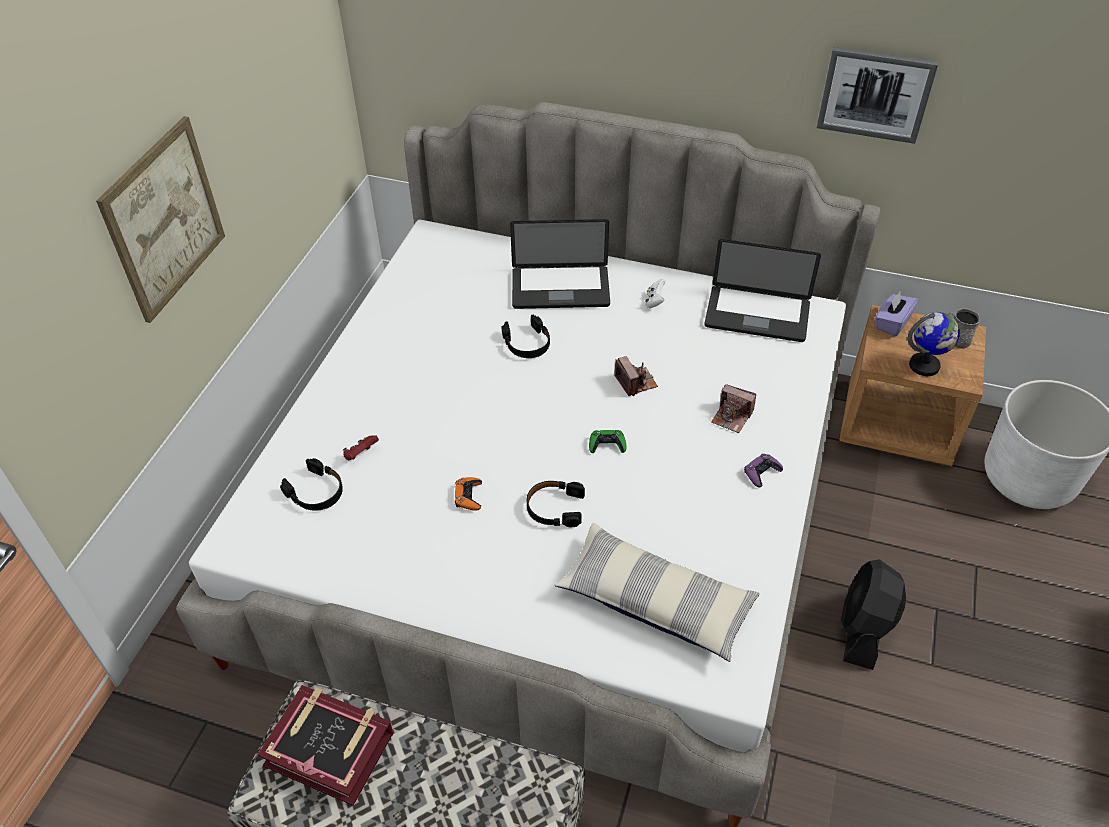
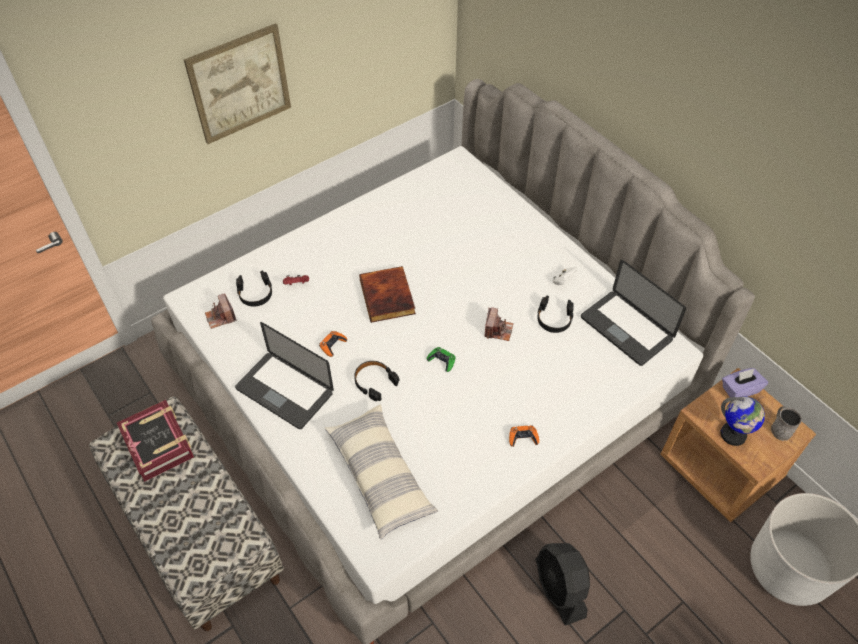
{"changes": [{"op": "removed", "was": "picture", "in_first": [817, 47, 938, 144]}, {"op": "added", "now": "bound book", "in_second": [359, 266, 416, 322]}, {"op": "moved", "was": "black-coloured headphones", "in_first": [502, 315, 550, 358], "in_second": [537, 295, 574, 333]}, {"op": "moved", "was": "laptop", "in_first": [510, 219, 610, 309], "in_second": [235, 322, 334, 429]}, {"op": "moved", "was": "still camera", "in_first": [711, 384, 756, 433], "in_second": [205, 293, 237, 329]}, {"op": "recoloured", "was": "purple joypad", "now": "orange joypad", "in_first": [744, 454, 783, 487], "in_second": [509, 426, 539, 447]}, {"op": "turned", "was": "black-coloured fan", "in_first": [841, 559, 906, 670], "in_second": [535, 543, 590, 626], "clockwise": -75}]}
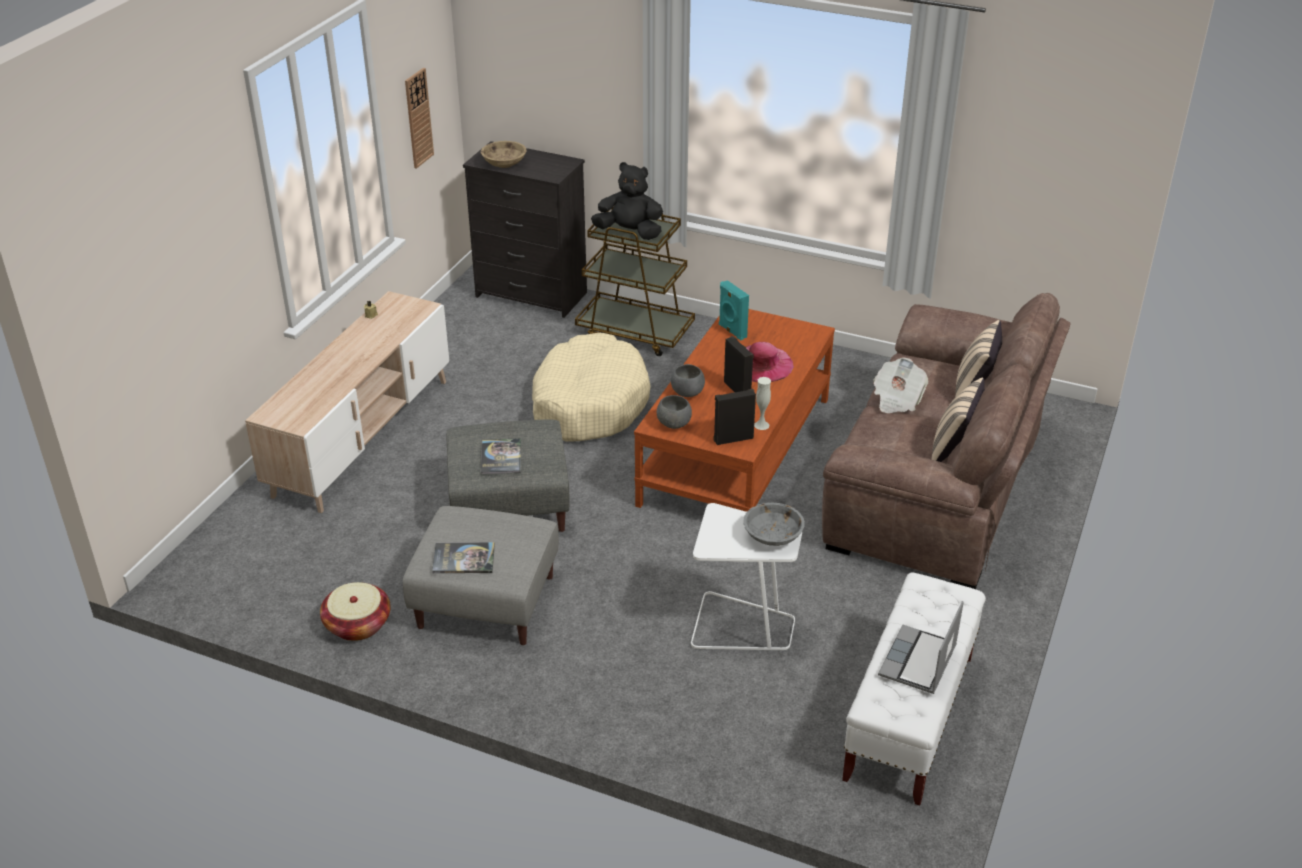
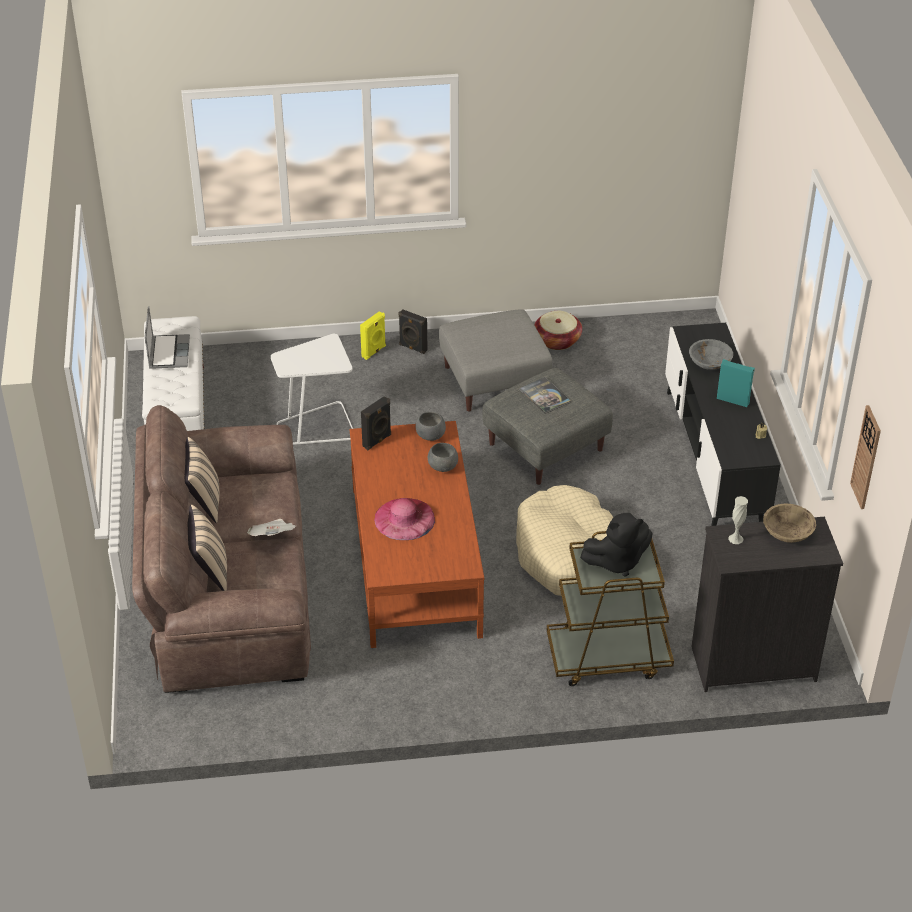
{"changes": [{"op": "removed", "was": "bound book", "in_first": [432, 542, 495, 573]}, {"op": "added", "now": "yellow-coloured loudspeaker", "in_second": [360, 311, 386, 360]}, {"op": "moved", "was": "blue-green loudspeaker", "in_first": [719, 280, 749, 340], "in_second": [717, 359, 755, 407]}, {"op": "moved", "was": "black-coloured loudspeaker", "in_first": [724, 336, 754, 392], "in_second": [399, 309, 427, 354]}, {"op": "moved", "was": "grey bowl", "in_first": [743, 503, 805, 546], "in_second": [689, 339, 733, 370]}, {"op": "moved", "was": "whitish vase", "in_first": [754, 377, 771, 430], "in_second": [728, 496, 748, 544]}, {"op": "recoloured", "was": "beige-coloured tv stand", "now": "black-coloured tv stand", "in_first": [245, 291, 449, 513], "in_second": [665, 323, 781, 526]}]}
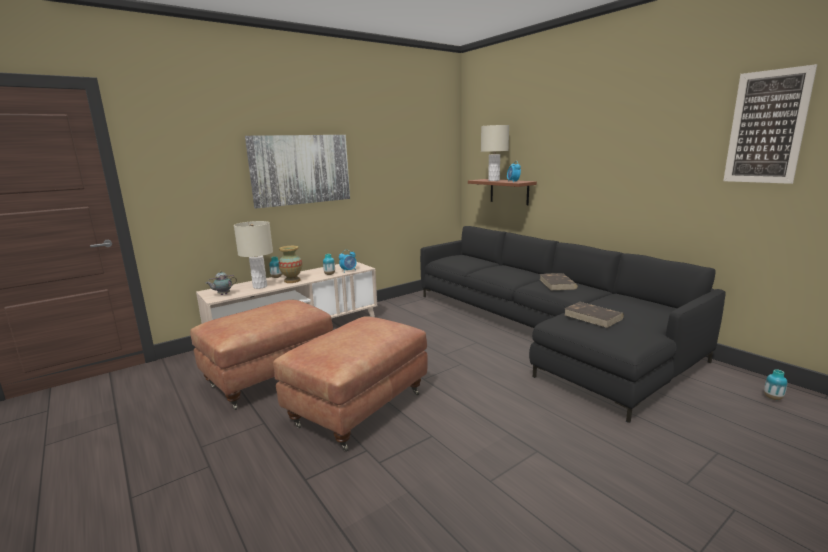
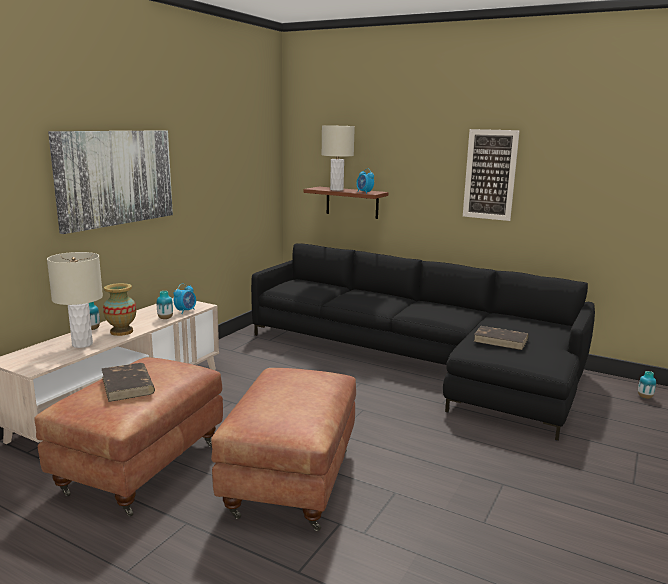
{"changes": [{"op": "removed", "was": "pot for tea", "in_first": [206, 271, 237, 295]}, {"op": "moved", "was": "brown-coloured bound book", "in_first": [539, 273, 578, 290], "in_second": [101, 363, 155, 402]}, {"op": "moved", "was": "picture", "in_first": [723, 64, 817, 184], "in_second": [463, 129, 520, 221]}]}
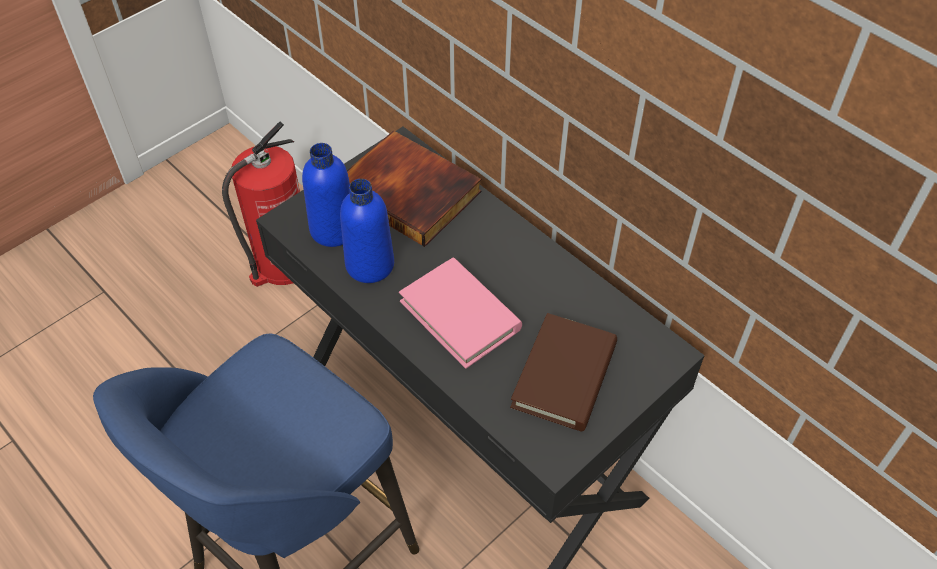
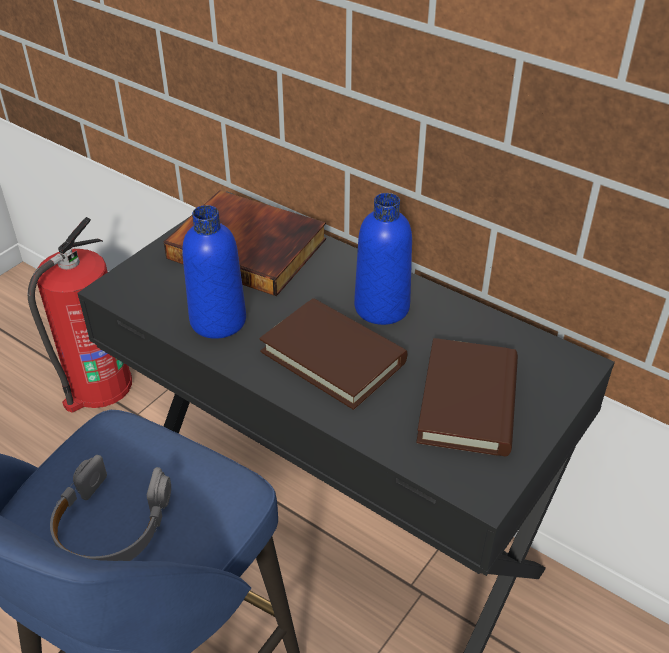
{"changes": [{"op": "added", "now": "grey headphones", "in_second": [50, 455, 171, 561]}, {"op": "moved", "was": "bluish drink bottle", "in_first": [302, 143, 350, 247], "in_second": [354, 193, 412, 325]}, {"op": "recoloured", "was": "pink-coloured bound book", "now": "brown-coloured bound book", "in_first": [399, 257, 522, 369], "in_second": [259, 298, 407, 410]}]}
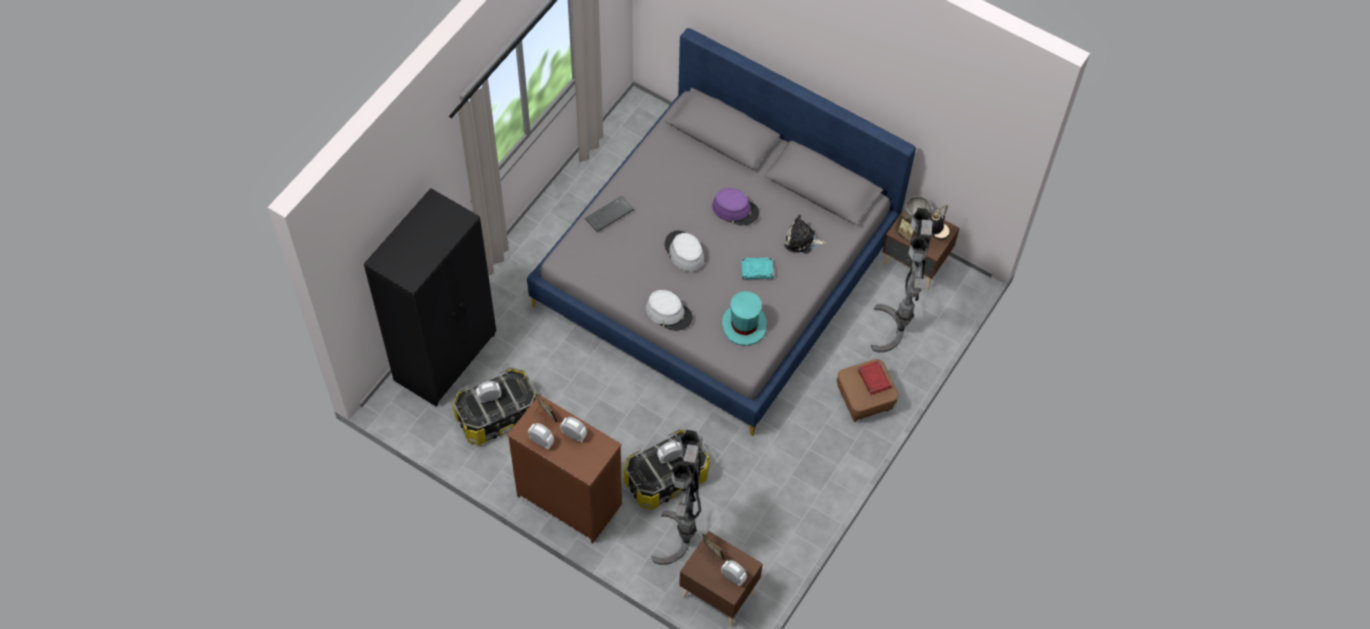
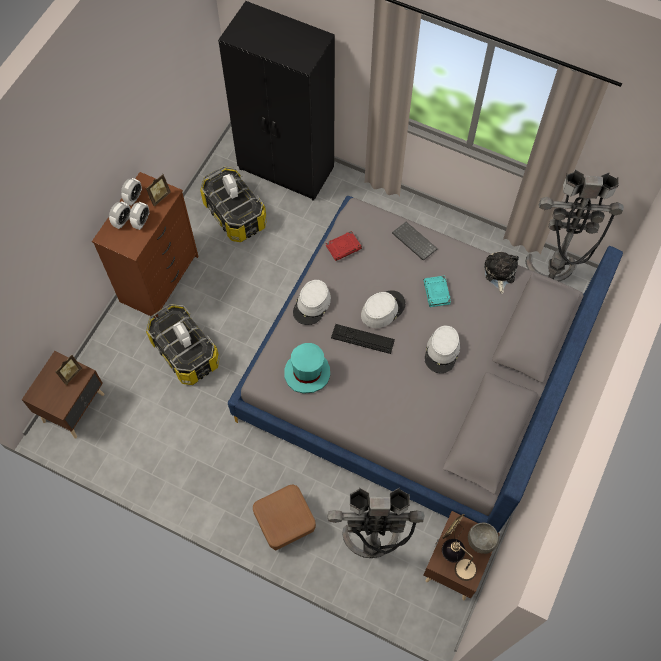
{"changes": [{"op": "added", "now": "keyboard", "in_second": [331, 324, 395, 354]}, {"op": "moved", "was": "grey standard lamp", "in_first": [651, 429, 703, 565], "in_second": [526, 169, 624, 281]}, {"op": "moved", "was": "table clock", "in_first": [721, 560, 747, 586], "in_second": [109, 201, 131, 229]}, {"op": "moved", "was": "blue-green bound book", "in_first": [741, 257, 773, 279], "in_second": [423, 276, 451, 307]}, {"op": "moved", "was": "soft toy", "in_first": [784, 215, 826, 254], "in_second": [484, 252, 519, 294]}, {"op": "moved", "was": "red-coloured bound book", "in_first": [858, 361, 891, 395], "in_second": [326, 231, 362, 261]}, {"op": "recoloured", "was": "purple clothing hat", "now": "grey clothing hat", "in_first": [712, 188, 759, 225], "in_second": [425, 326, 460, 373]}]}
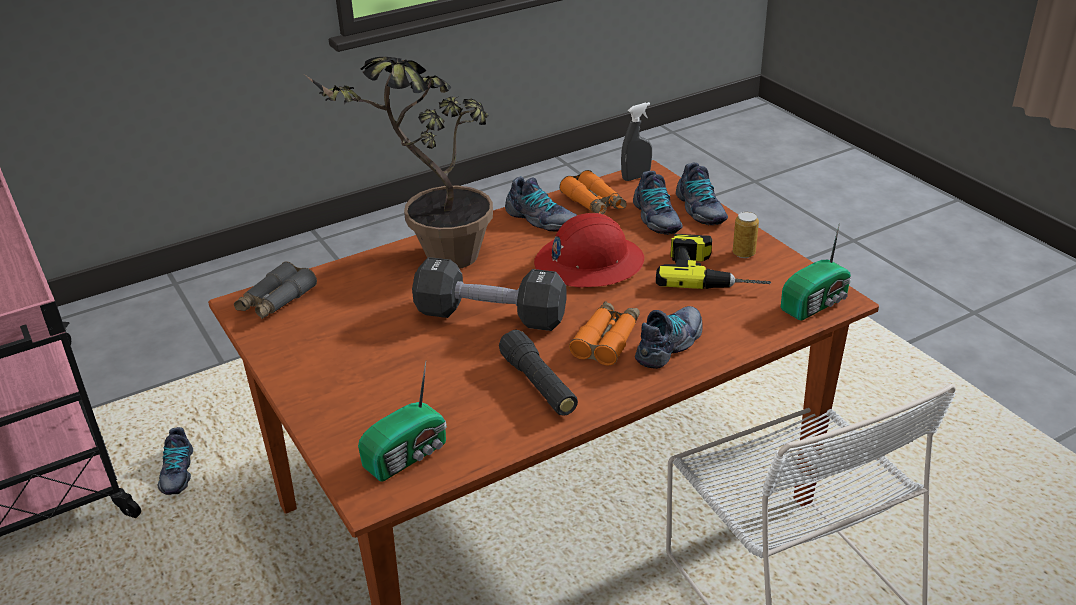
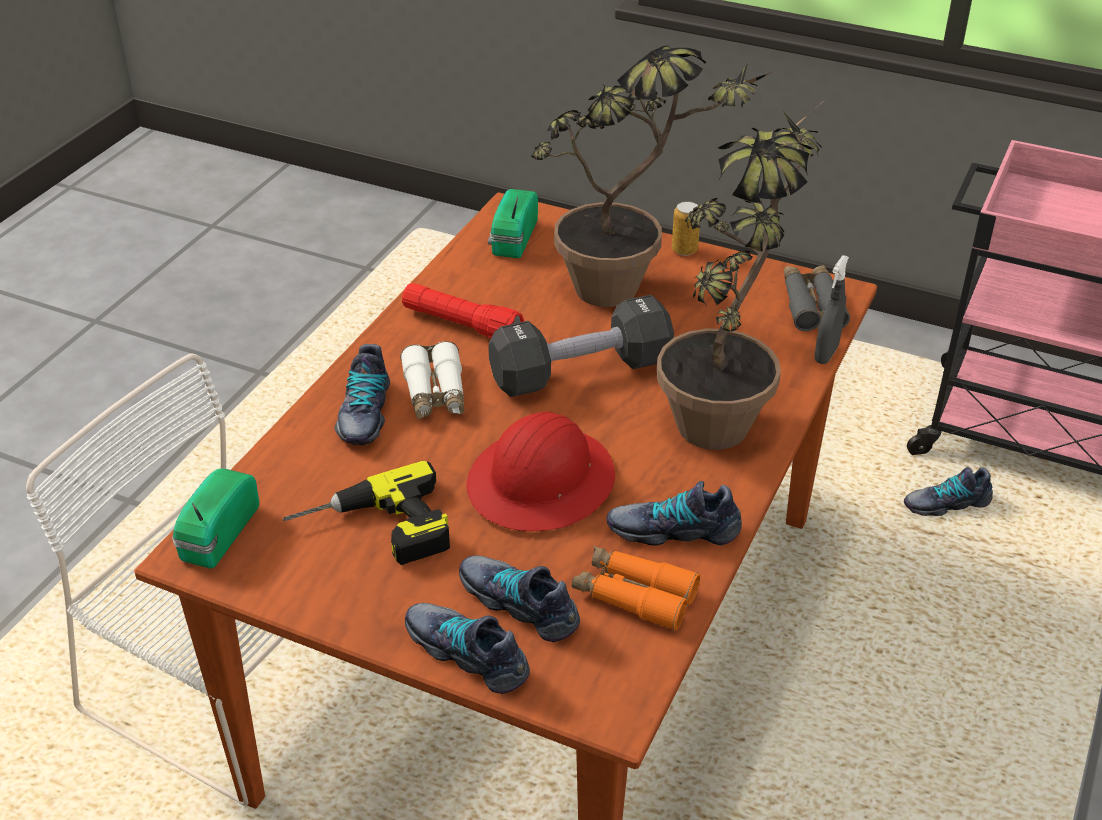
{"changes": [{"op": "added", "now": "houseplant", "in_second": [531, 45, 774, 307]}, {"op": "moved", "was": "grey sprayer", "in_first": [621, 102, 652, 181], "in_second": [814, 255, 849, 364]}, {"op": "moved", "was": "can", "in_first": [733, 212, 759, 258], "in_second": [672, 201, 701, 256]}, {"op": "recoloured", "was": "black-coloured hand torch", "now": "red-coloured hand torch", "in_first": [499, 329, 578, 416], "in_second": [402, 283, 524, 339]}, {"op": "recoloured", "was": "orange binoculars", "now": "whitish binoculars", "in_first": [569, 301, 640, 366], "in_second": [400, 341, 464, 419]}, {"op": "turned", "was": "item of footwear", "in_first": [157, 427, 193, 495], "in_second": [904, 467, 993, 516], "clockwise": -60}]}
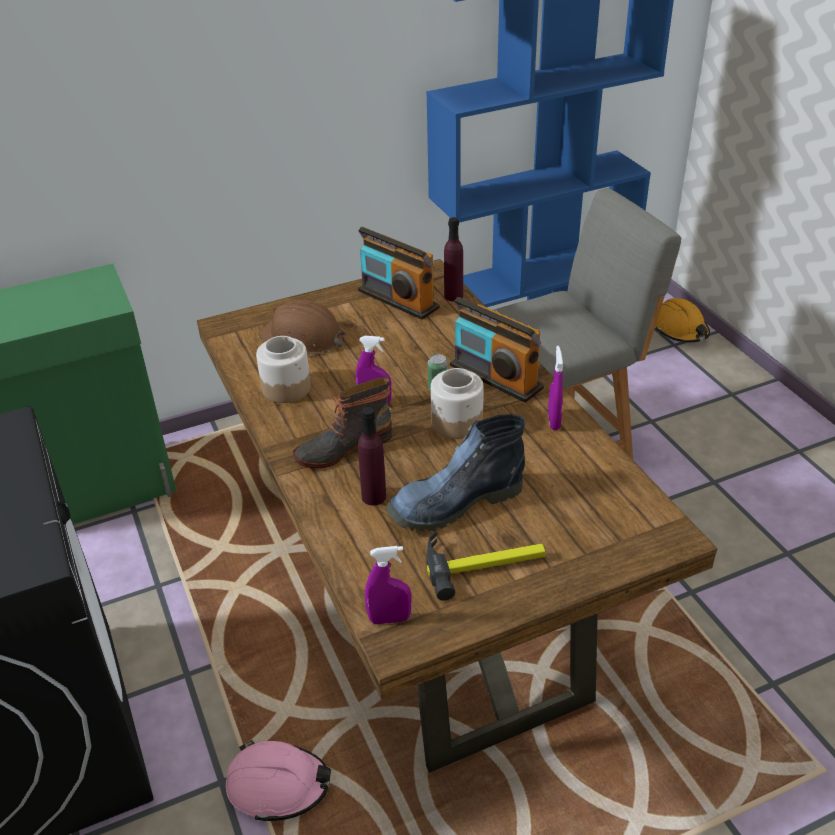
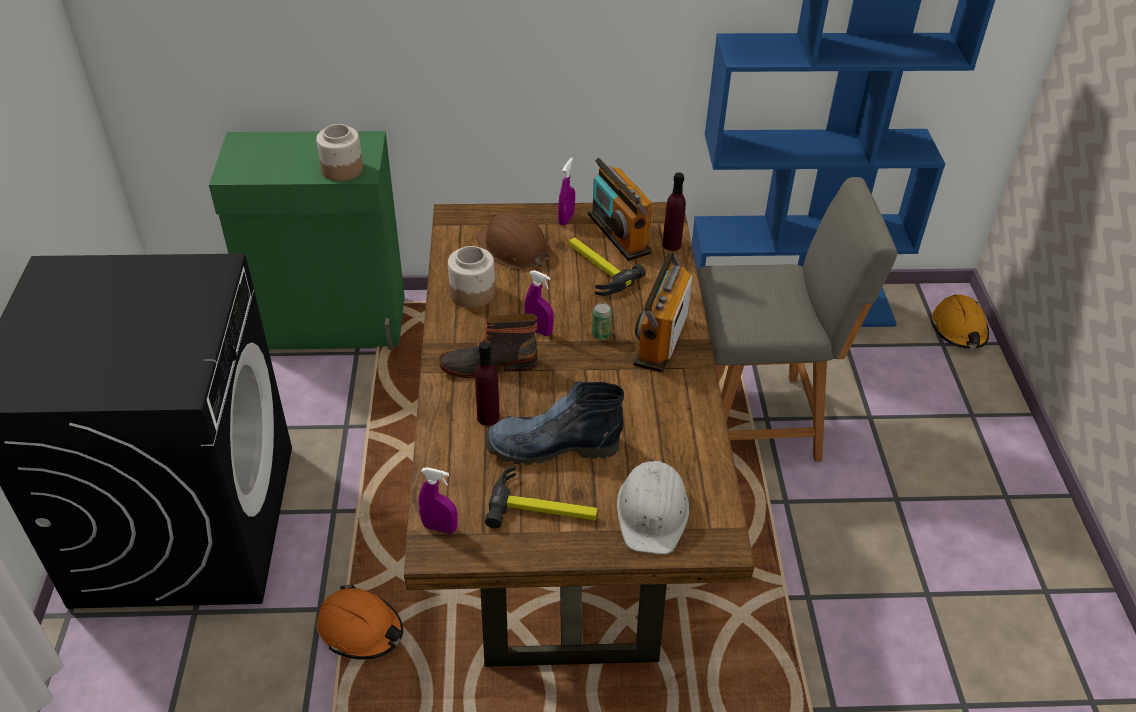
{"changes": [{"op": "added", "now": "tool hammer", "in_second": [569, 238, 646, 296]}, {"op": "added", "now": "whitish work helmet", "in_second": [617, 459, 690, 554]}, {"op": "moved", "was": "jar", "in_first": [431, 368, 484, 439], "in_second": [316, 124, 363, 181]}, {"op": "moved", "was": "purple sprayer", "in_first": [548, 346, 563, 430], "in_second": [558, 157, 575, 226]}, {"op": "recoloured", "was": "pink-coloured work helmet", "now": "orange work helmet", "in_first": [226, 740, 331, 822], "in_second": [317, 584, 403, 660]}, {"op": "turned", "was": "radio set", "in_first": [450, 297, 544, 403], "in_second": [633, 252, 692, 372], "clockwise": 45}]}
